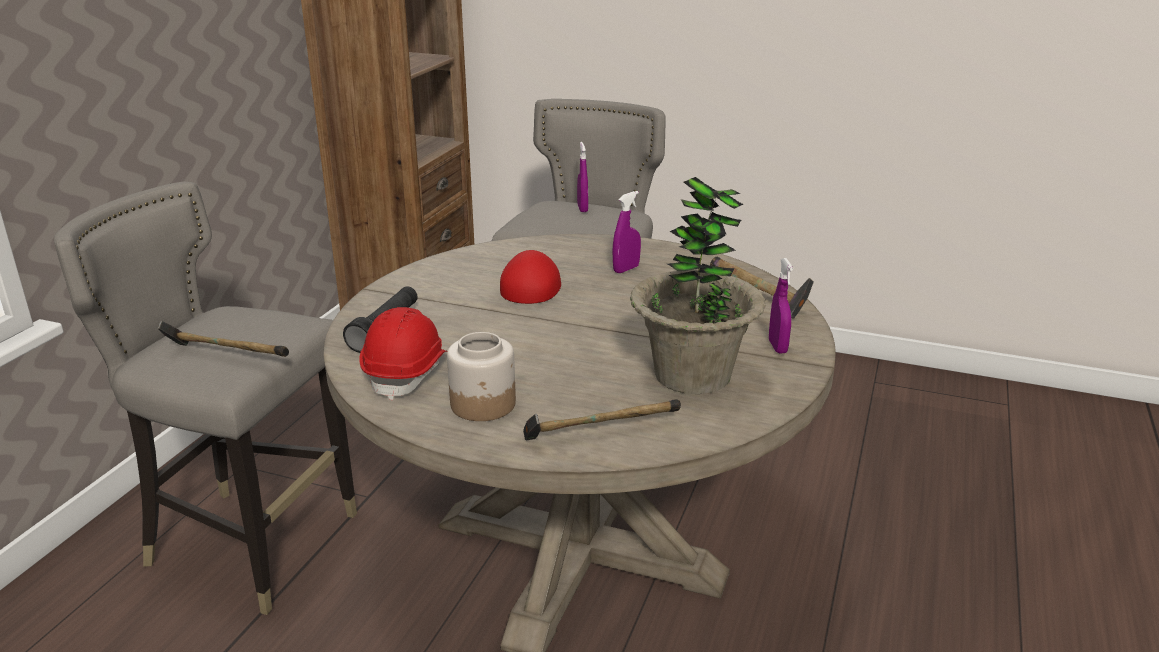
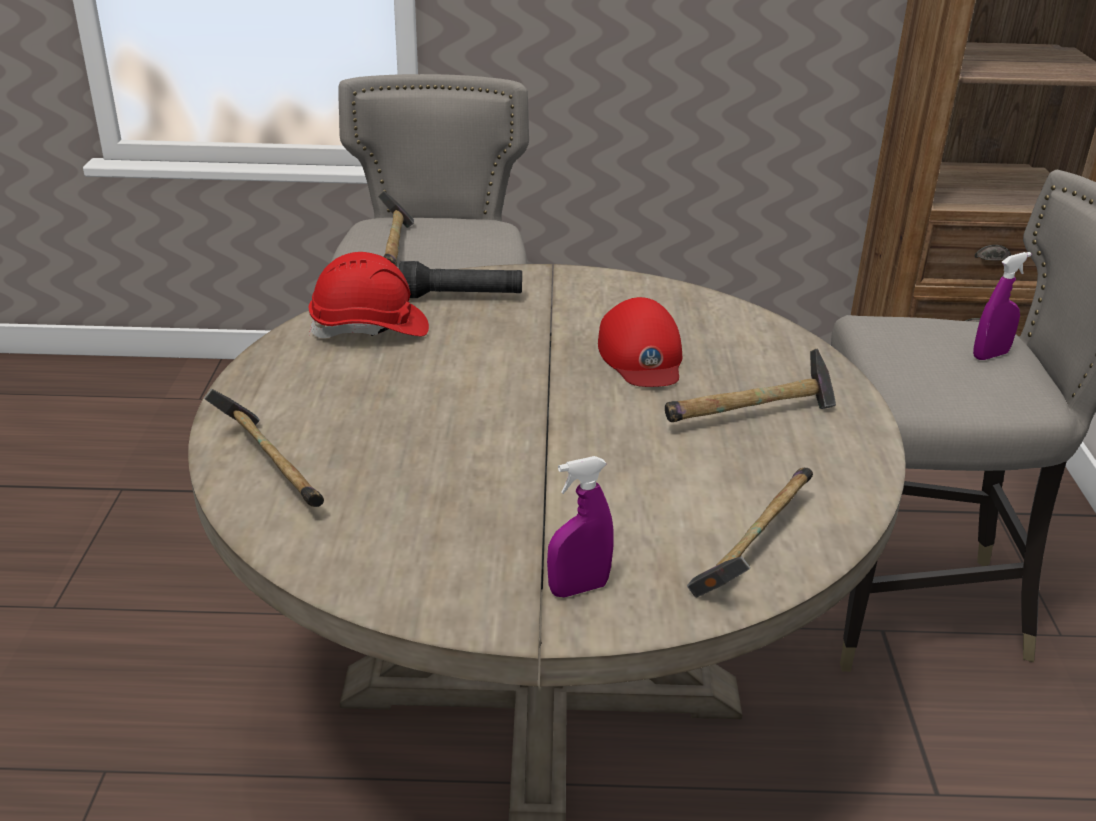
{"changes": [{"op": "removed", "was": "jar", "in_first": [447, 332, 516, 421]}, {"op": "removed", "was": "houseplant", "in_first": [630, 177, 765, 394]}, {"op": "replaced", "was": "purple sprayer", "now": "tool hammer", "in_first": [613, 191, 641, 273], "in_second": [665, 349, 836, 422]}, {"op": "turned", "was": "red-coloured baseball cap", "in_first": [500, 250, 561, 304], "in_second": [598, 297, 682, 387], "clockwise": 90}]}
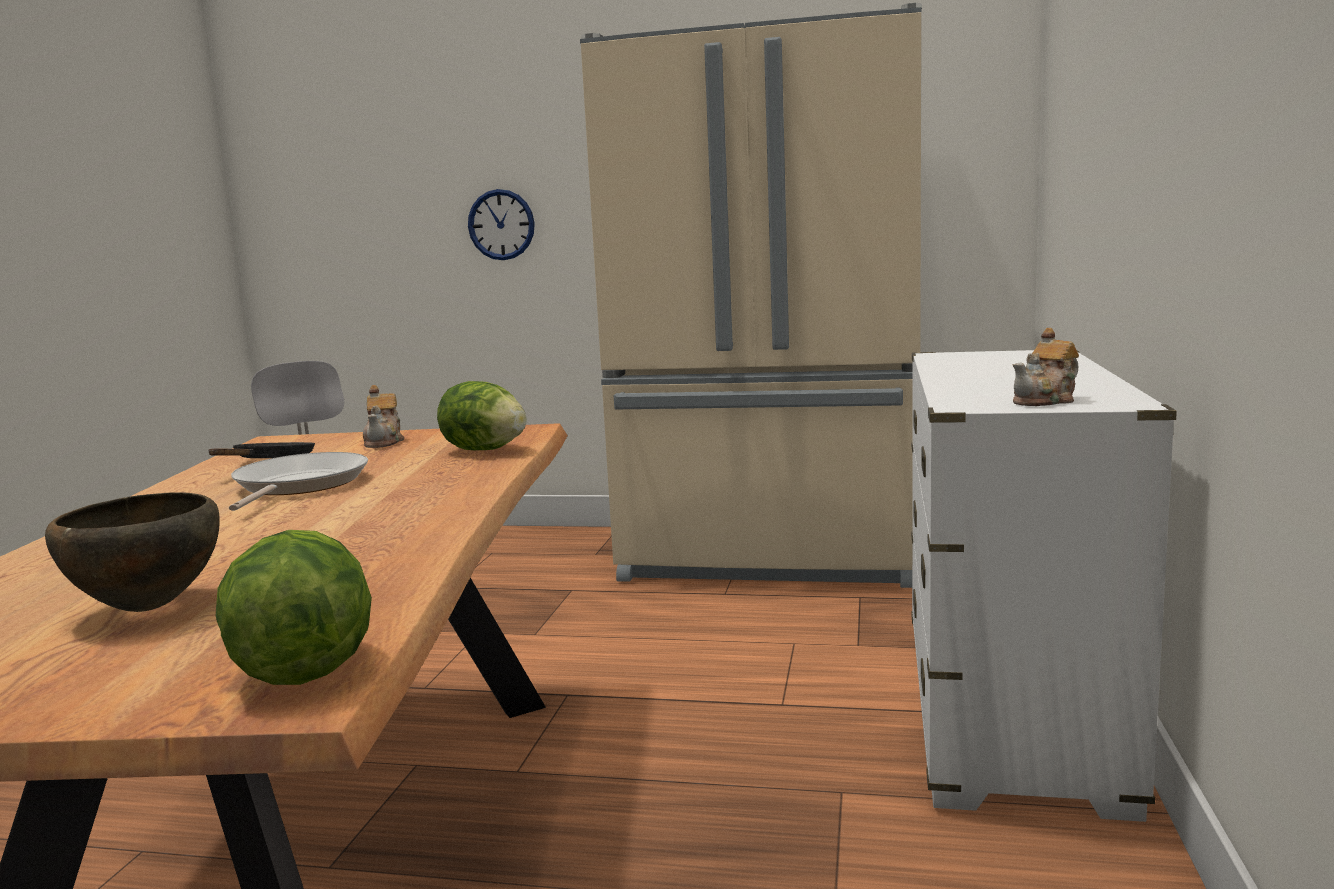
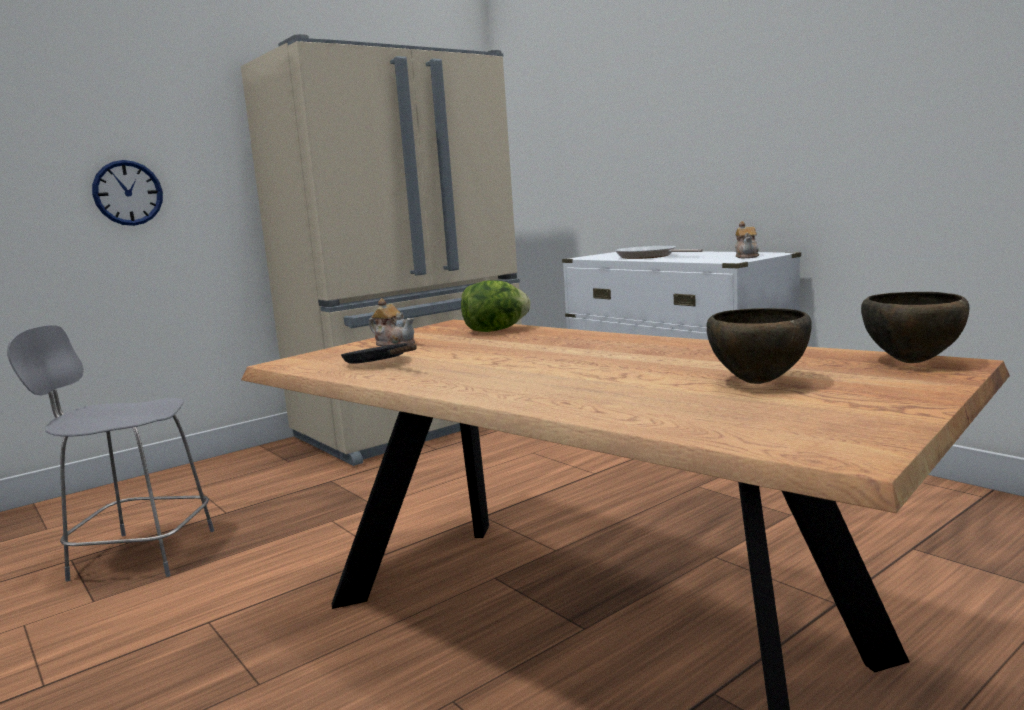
{"changes": [{"op": "moved", "was": "frying pan", "in_first": [229, 452, 368, 511], "in_second": [615, 245, 703, 259]}, {"op": "replaced", "was": "lettuce", "now": "brown-coloured bowl", "in_first": [216, 530, 372, 685], "in_second": [861, 292, 969, 363]}]}
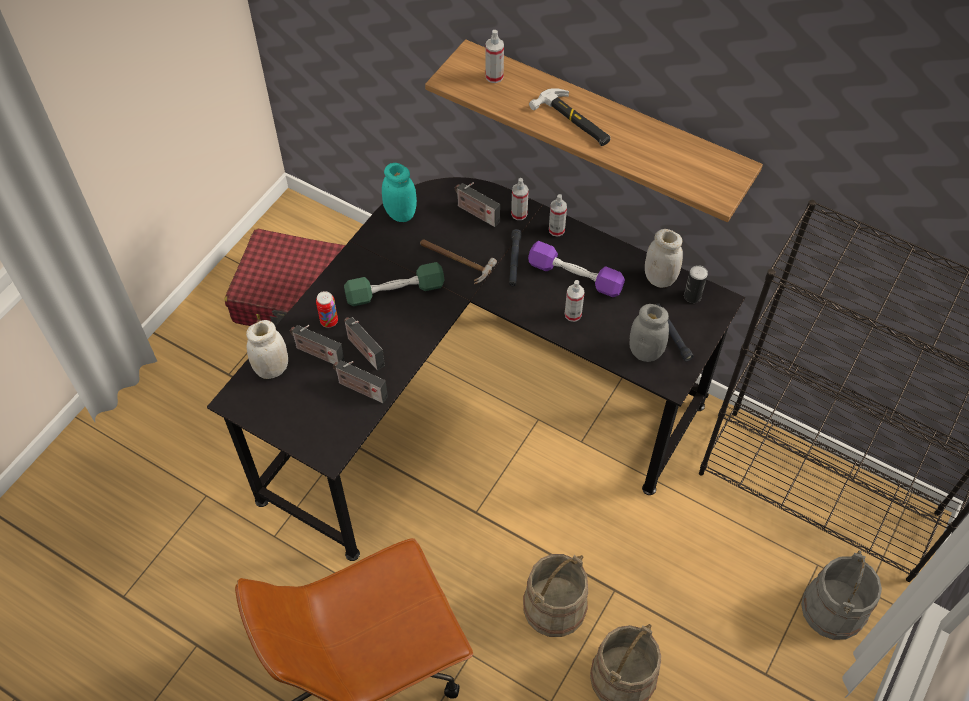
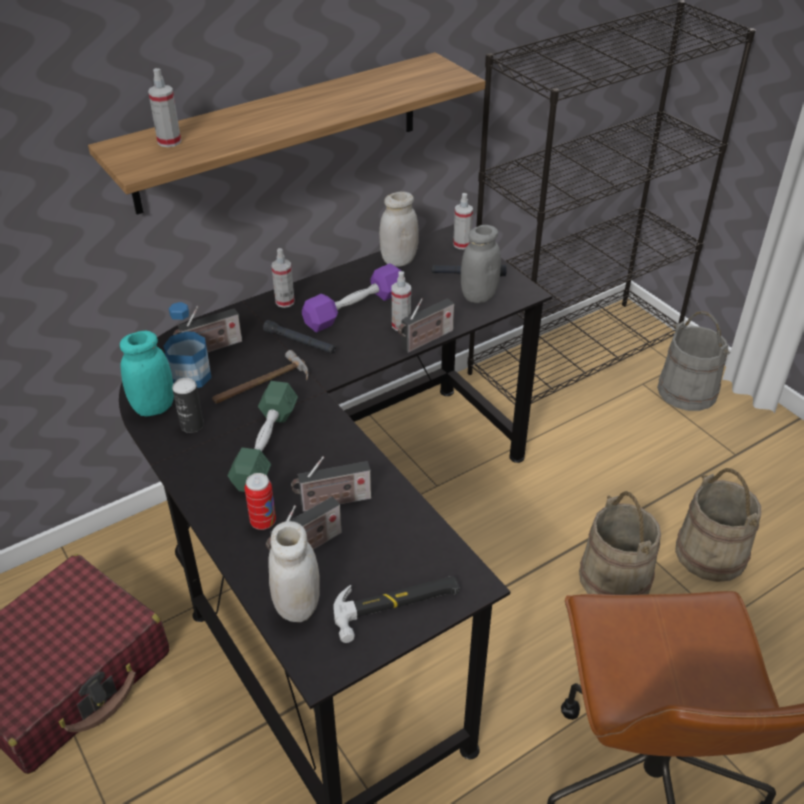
{"changes": [{"op": "added", "now": "drink bottle", "in_second": [163, 302, 212, 388]}, {"op": "moved", "was": "radio set", "in_first": [333, 360, 388, 403], "in_second": [398, 298, 454, 353]}, {"op": "moved", "was": "sprayer", "in_first": [511, 178, 529, 220], "in_second": [453, 193, 473, 249]}, {"op": "moved", "was": "tool hammer", "in_first": [529, 88, 610, 146], "in_second": [333, 576, 460, 643]}, {"op": "moved", "was": "can", "in_first": [684, 265, 708, 303], "in_second": [172, 378, 204, 433]}]}
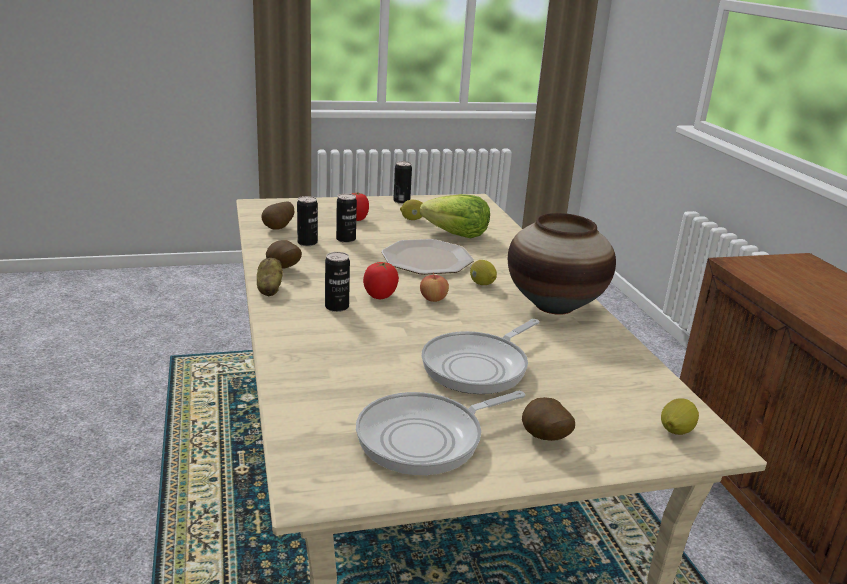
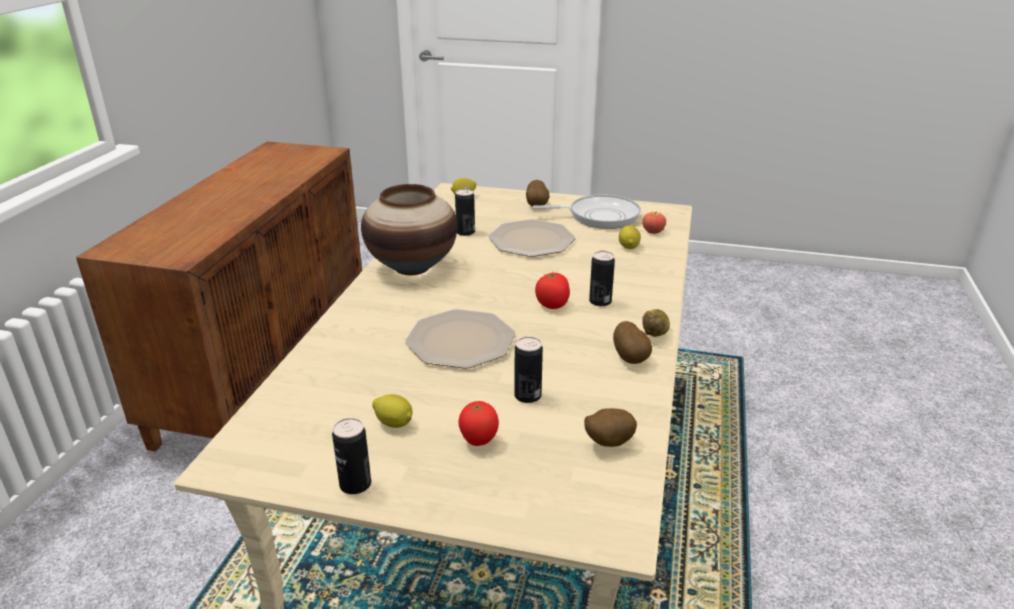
{"changes": [{"op": "removed", "was": "lettuce", "in_first": [420, 194, 490, 239]}, {"op": "moved", "was": "can", "in_first": [297, 196, 318, 246], "in_second": [455, 189, 475, 236]}, {"op": "moved", "was": "apple", "in_first": [420, 273, 449, 302], "in_second": [642, 211, 666, 234]}, {"op": "moved", "was": "citrus fruit", "in_first": [470, 260, 497, 285], "in_second": [619, 225, 641, 249]}, {"op": "replaced", "was": "frying pan", "now": "plate", "in_first": [421, 319, 540, 394], "in_second": [488, 219, 576, 257]}]}
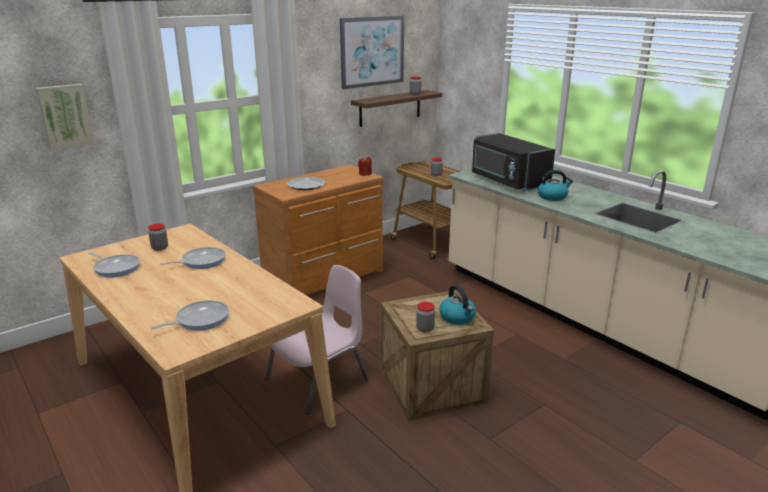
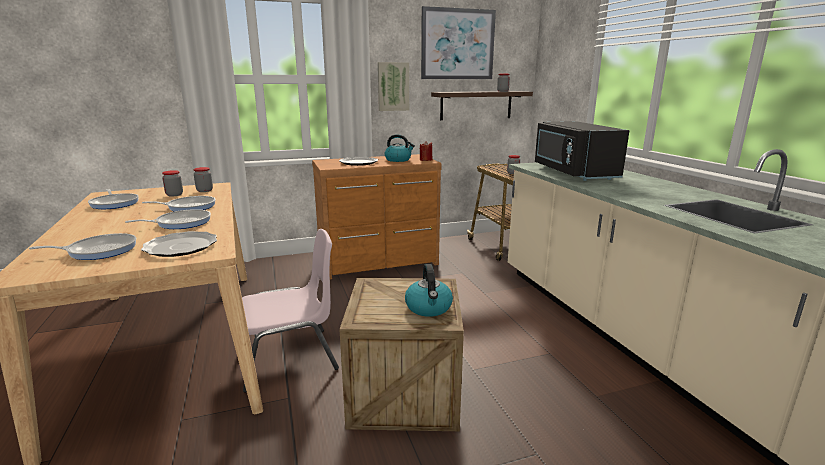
{"changes": [{"op": "added", "now": "frying pan", "in_second": [125, 209, 211, 229]}, {"op": "added", "now": "plate", "in_second": [141, 231, 217, 257]}, {"op": "moved", "was": "picture", "in_first": [36, 84, 94, 151], "in_second": [378, 62, 409, 111]}, {"op": "moved", "was": "jar", "in_first": [416, 302, 435, 332], "in_second": [193, 167, 213, 192]}, {"op": "moved", "was": "tea kettle", "in_first": [538, 170, 573, 201], "in_second": [385, 134, 415, 162]}]}
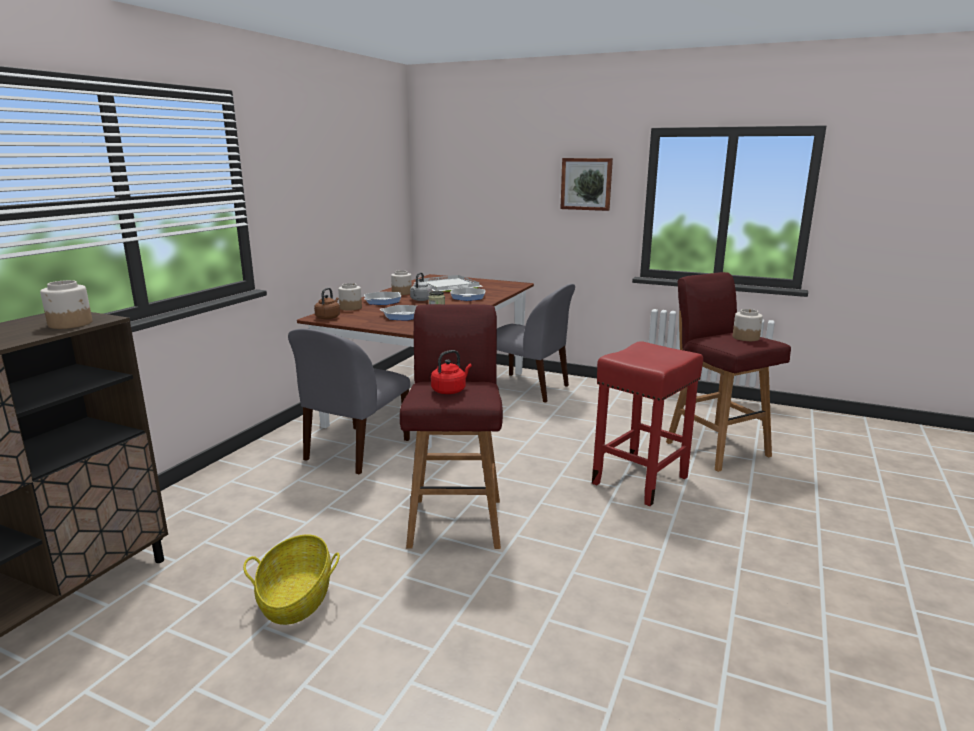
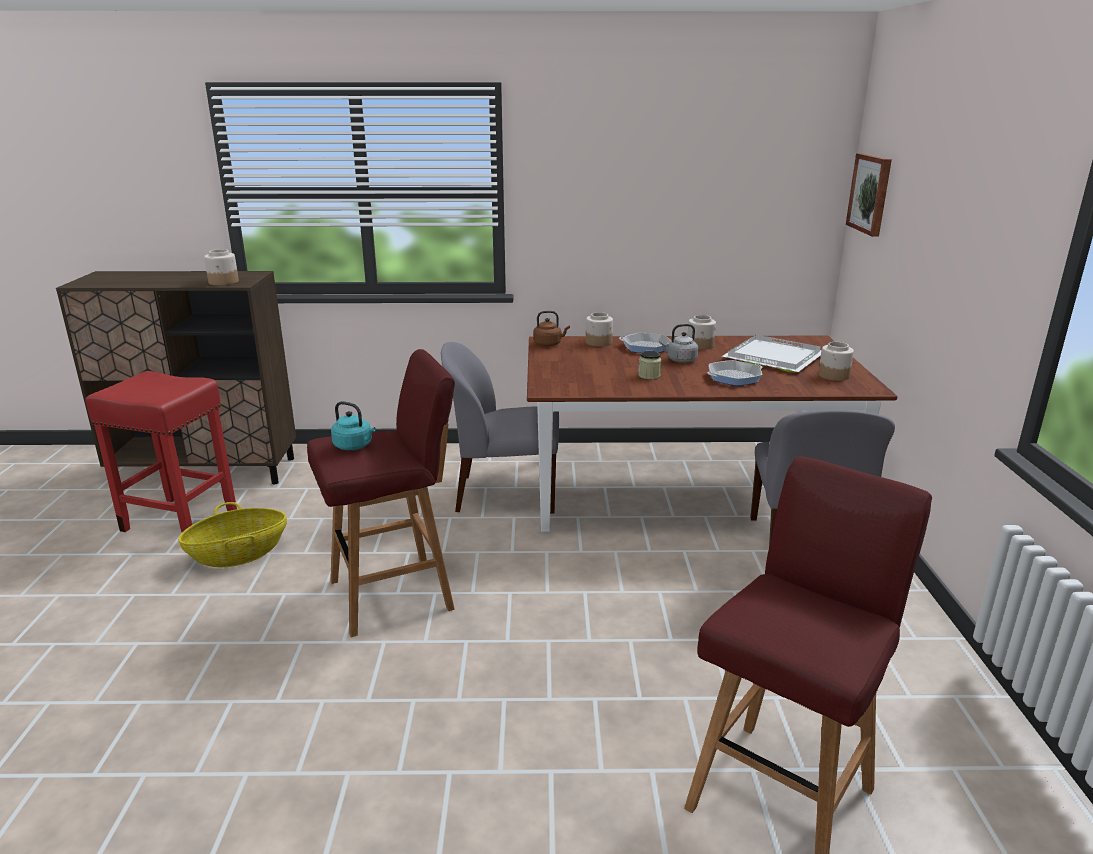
{"changes": [{"op": "removed", "was": "frying pan", "in_first": [380, 305, 417, 320]}, {"op": "moved", "was": "picture", "in_first": [560, 158, 613, 211], "in_second": [846, 153, 892, 237]}, {"op": "moved", "was": "red-coloured sitting stool", "in_first": [592, 341, 703, 506], "in_second": [85, 371, 237, 532]}, {"op": "moved", "was": "jar", "in_first": [733, 309, 763, 341], "in_second": [818, 342, 854, 381]}, {"op": "recoloured", "was": "red-coloured tea kettle", "now": "blue-green tea kettle", "in_first": [431, 350, 472, 394], "in_second": [331, 401, 375, 450]}]}
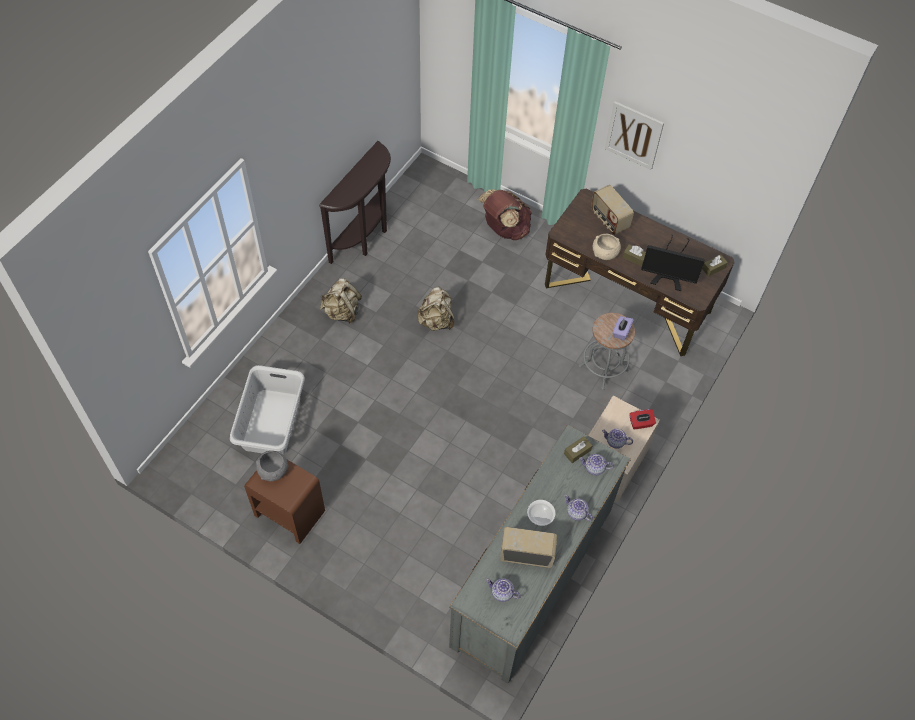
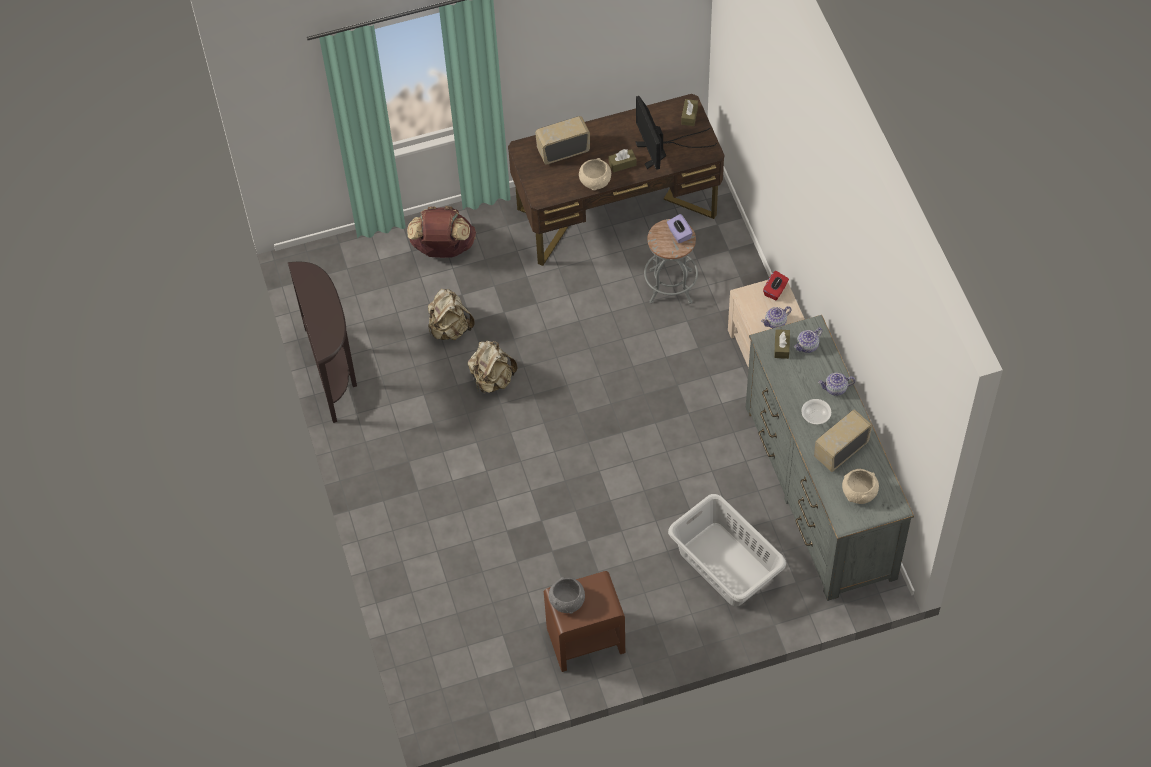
{"changes": [{"op": "removed", "was": "picture", "in_first": [605, 101, 664, 170]}, {"op": "moved", "was": "grey laundry basket", "in_first": [230, 365, 305, 455], "in_second": [668, 494, 786, 607]}, {"op": "moved", "was": "beige-coloured rucksack", "in_first": [320, 278, 362, 324], "in_second": [428, 288, 475, 340]}, {"op": "replaced", "was": "pot for tea", "now": "beige-coloured bowl", "in_first": [486, 578, 521, 602], "in_second": [842, 469, 879, 504]}, {"op": "turned", "was": "radio set", "in_first": [591, 185, 634, 235], "in_second": [535, 116, 590, 164], "clockwise": 150}, {"op": "turned", "was": "computer display", "in_first": [641, 234, 705, 291], "in_second": [636, 96, 717, 170], "clockwise": 105}]}
